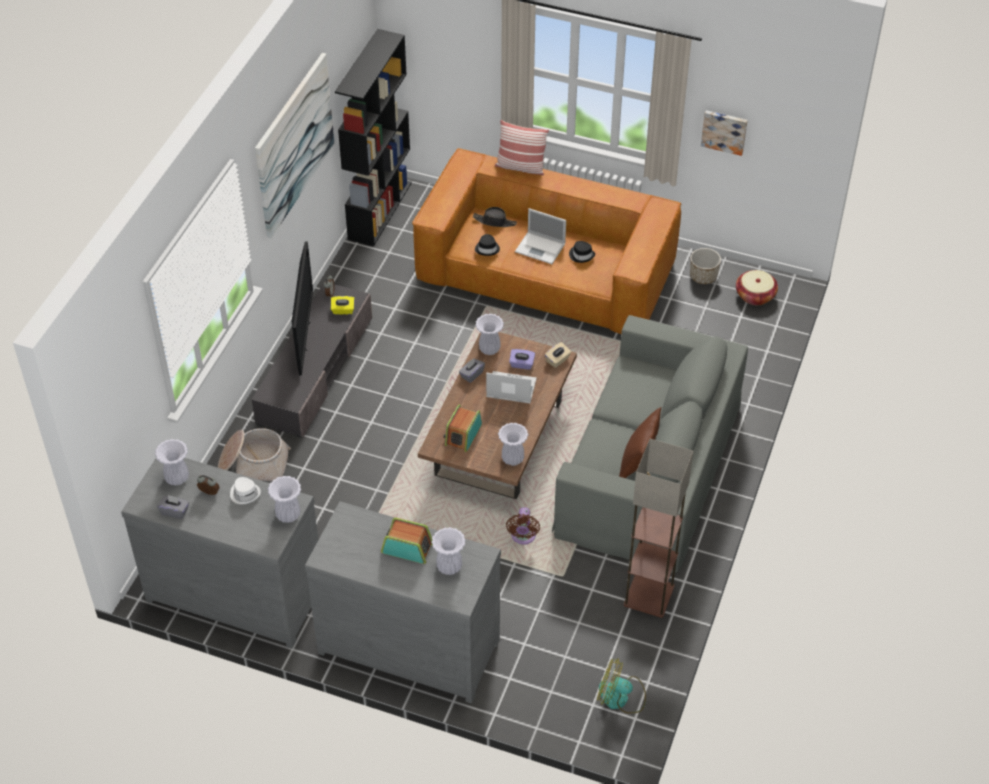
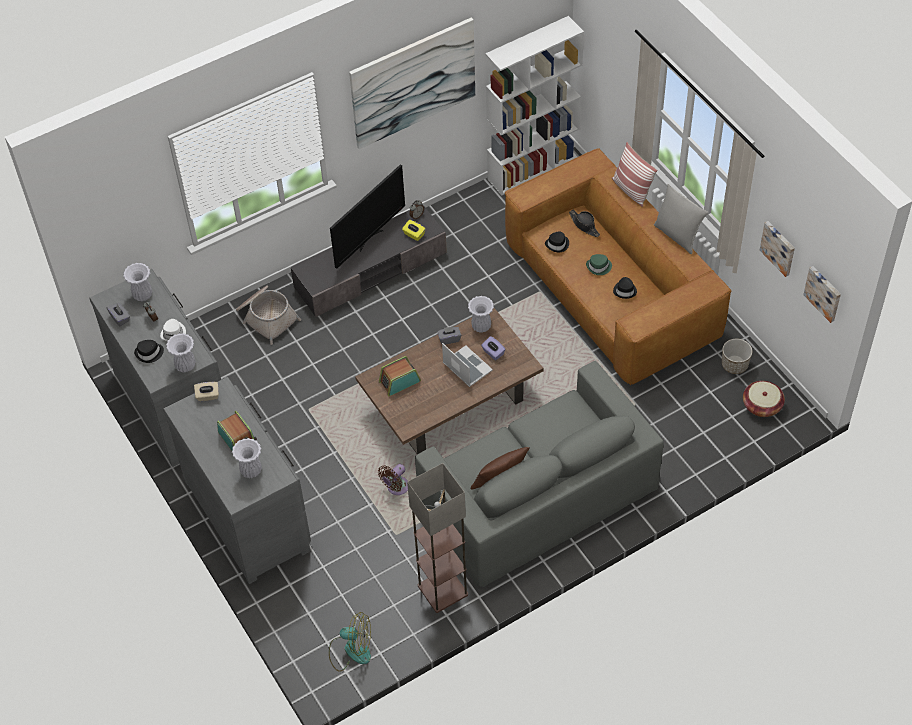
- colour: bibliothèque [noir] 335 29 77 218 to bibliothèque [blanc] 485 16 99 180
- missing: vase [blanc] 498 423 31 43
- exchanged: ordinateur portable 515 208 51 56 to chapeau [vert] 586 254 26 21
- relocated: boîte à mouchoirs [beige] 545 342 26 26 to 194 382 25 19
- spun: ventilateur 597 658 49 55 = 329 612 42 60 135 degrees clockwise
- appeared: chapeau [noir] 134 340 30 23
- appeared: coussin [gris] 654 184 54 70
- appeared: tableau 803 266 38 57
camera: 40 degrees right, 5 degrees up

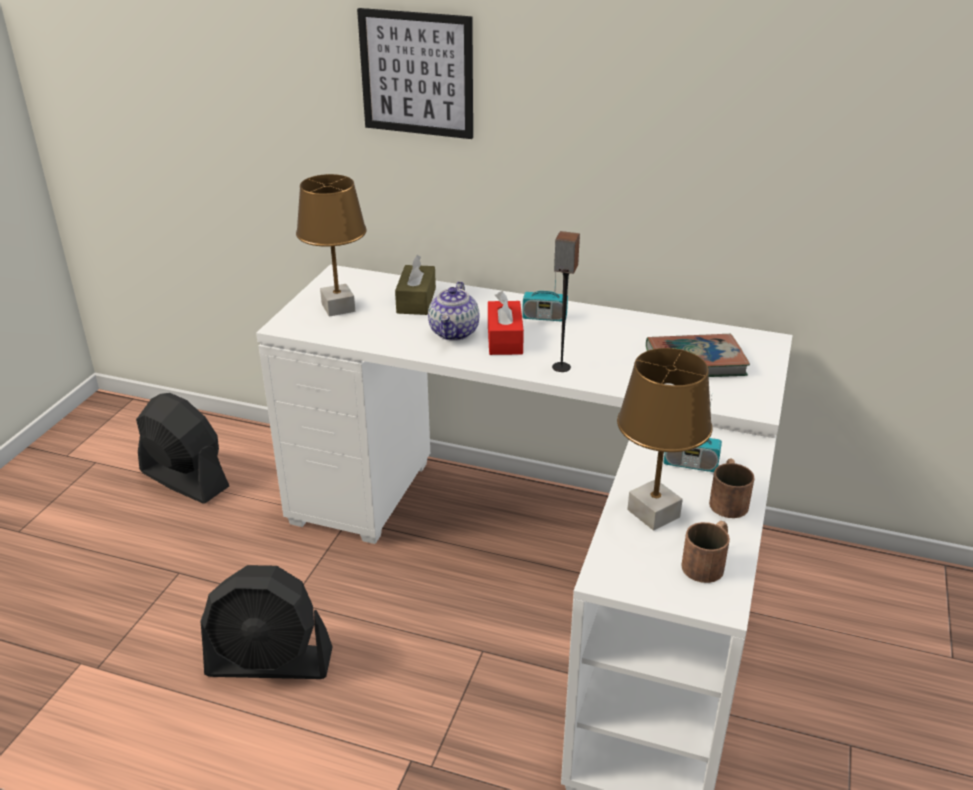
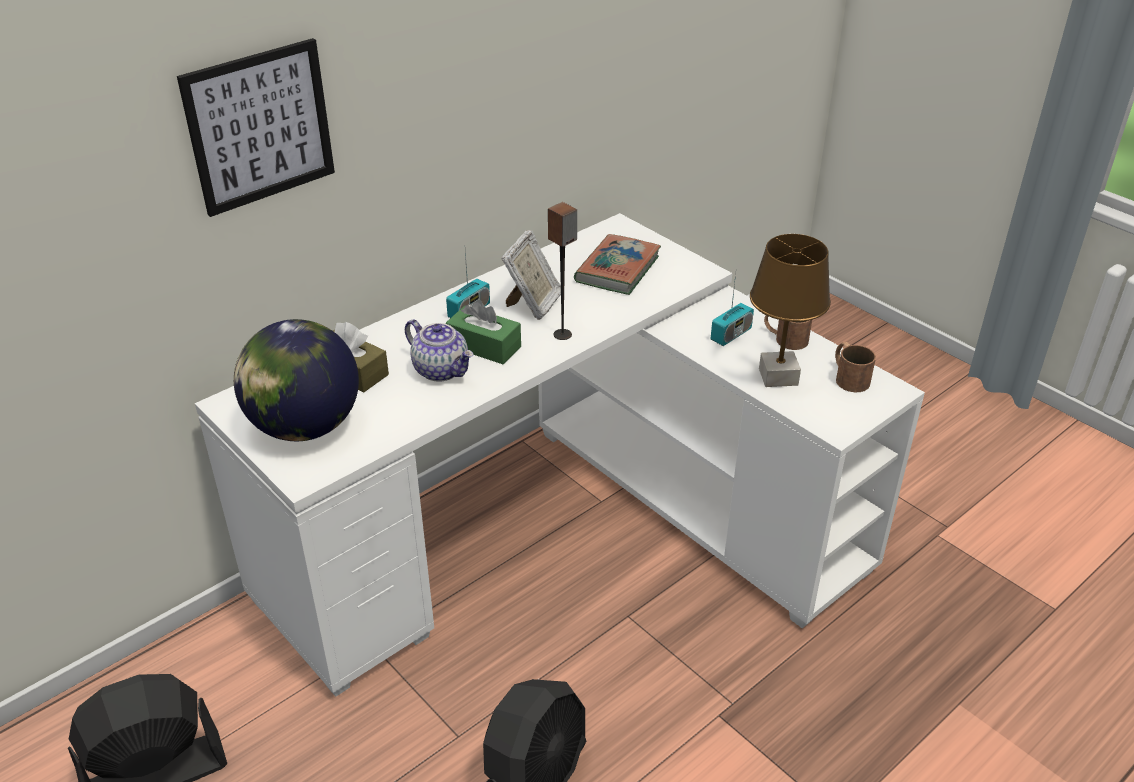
- exchanged: lampe de table [marron] 296 174 71 143 to globe 234 319 125 122
- colour: boîte à mouchoirs [rouge] 488 291 36 64 to boîte à mouchoirs [vert] 446 300 75 64
- appeared: cadre photo 502 230 59 90
camera: 60 degrees left, 5 degrees up

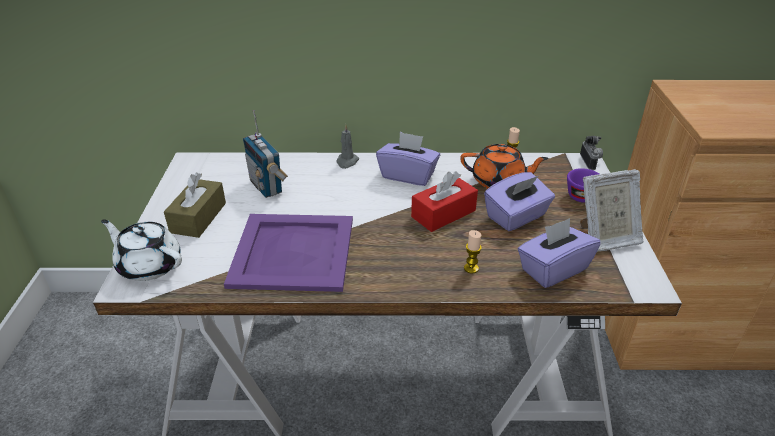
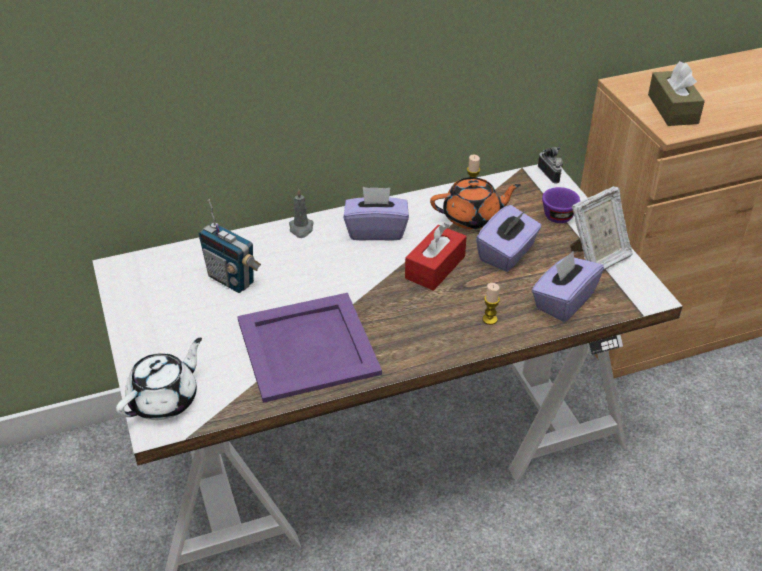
- spun: théière [blanc] 101 220 81 61 = 116 337 86 83 120 degrees clockwise
- relocated: boîte à mouchoirs [marron] 164 172 62 66 to 648 61 57 65
camera: 20 degrees left, 5 degrees up

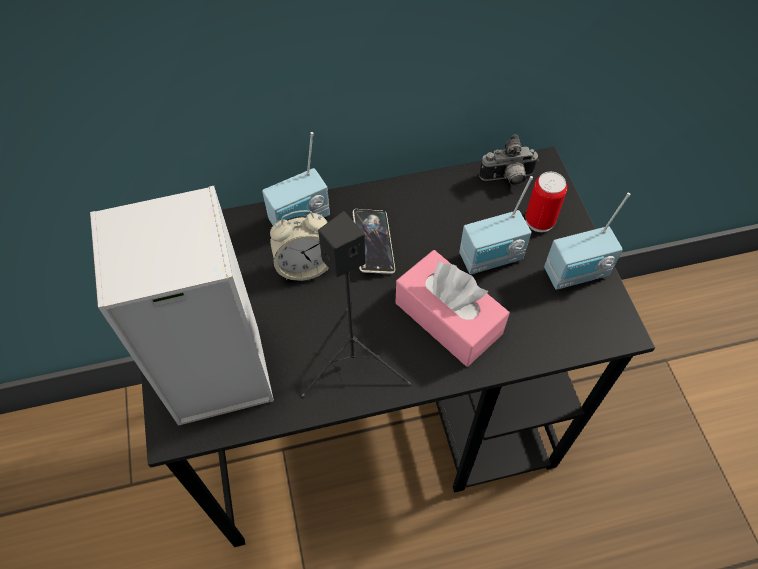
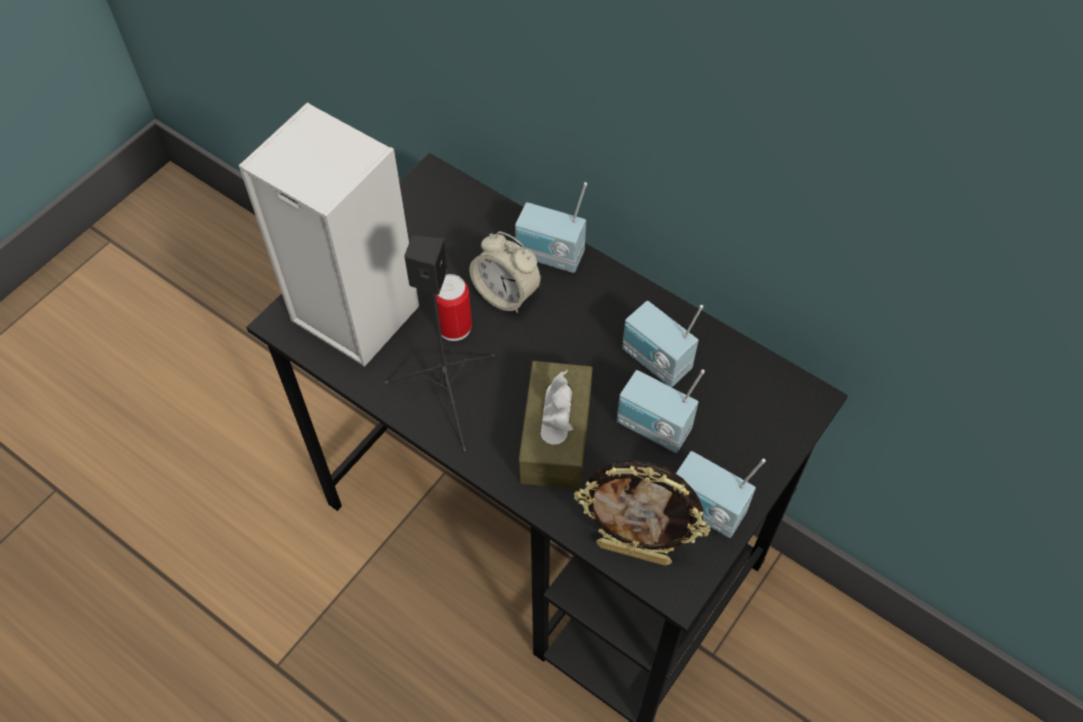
- missing: téléphone 353 209 42 65
- colour: boîte à mouchoirs [rose] 396 250 113 117 to boîte à mouchoirs [marron] 519 361 74 128
- missing: appareil photo 479 134 60 52
- relocated: boîte métallique 525 172 42 60 to 436 274 36 67
- appeared: cadre photo 574 460 136 106
- appeared: radio 622 301 82 86
camera: 50 degrees right, 0 degrees up

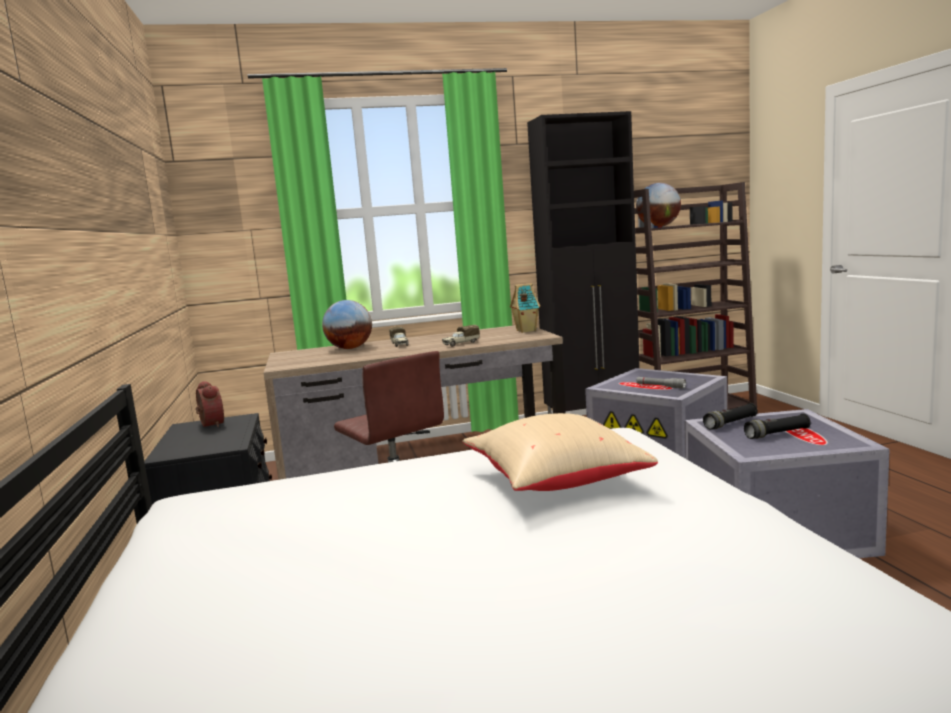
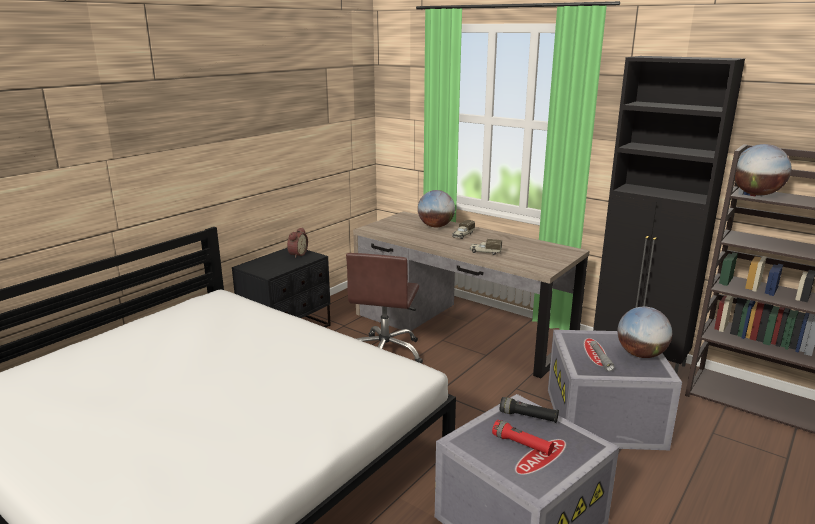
- missing: coussin [beige] 462 413 196 78
- missing: maison miniature 510 283 30 50
- colour: lampe de poche [noir] 744 414 67 25 to lampe de poche [rouge] 492 420 62 36
- appeared: globe 617 307 55 51
camera: 50 degrees right, 10 degrees up

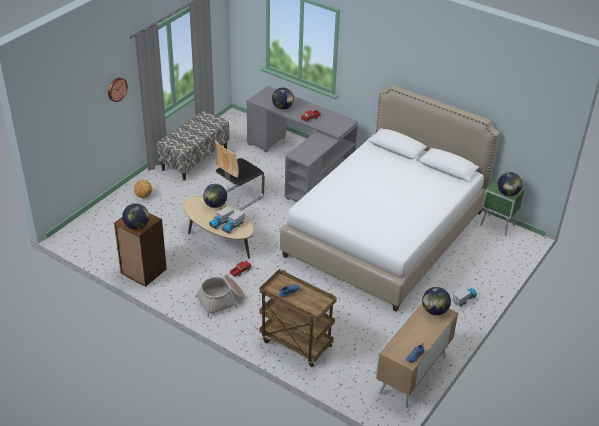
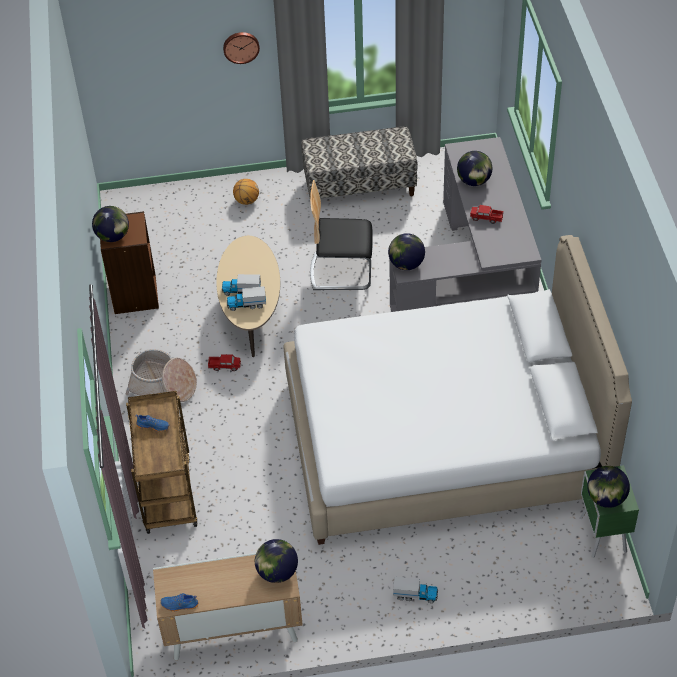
- relocated: globe 203 184 24 24 to 388 233 37 37
camera: 50 degrees right, 10 degrees up

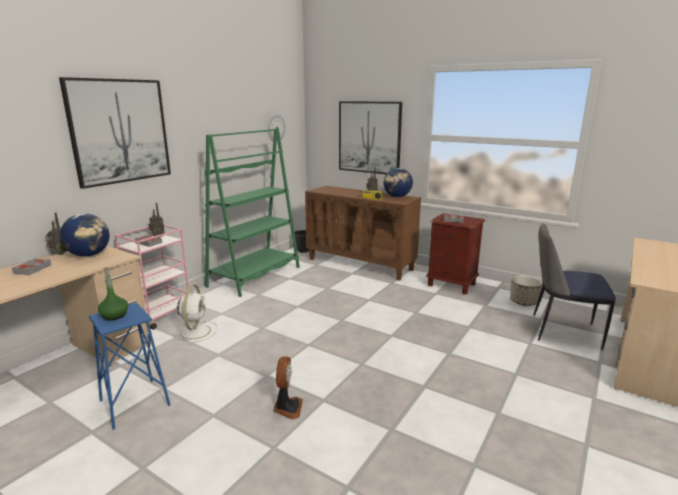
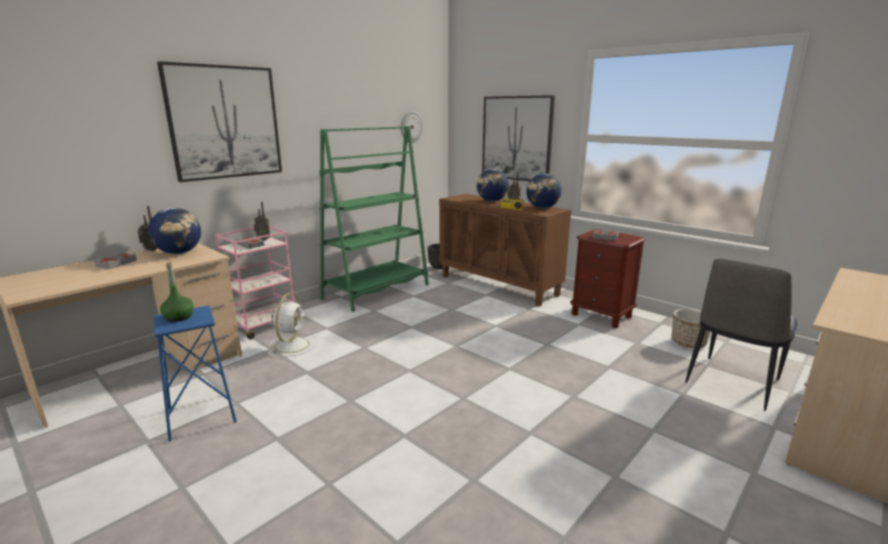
- missing: ventilateur 273 356 30 63
- spun: chaise 533 224 83 126 = 685 259 113 152 75 degrees counterclockwise
- appeared: globe 477 169 32 33
camera: 10 degrees right, 0 degrees up

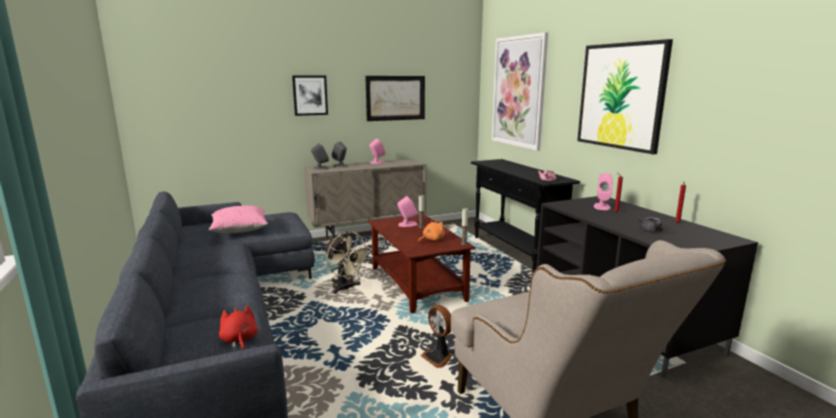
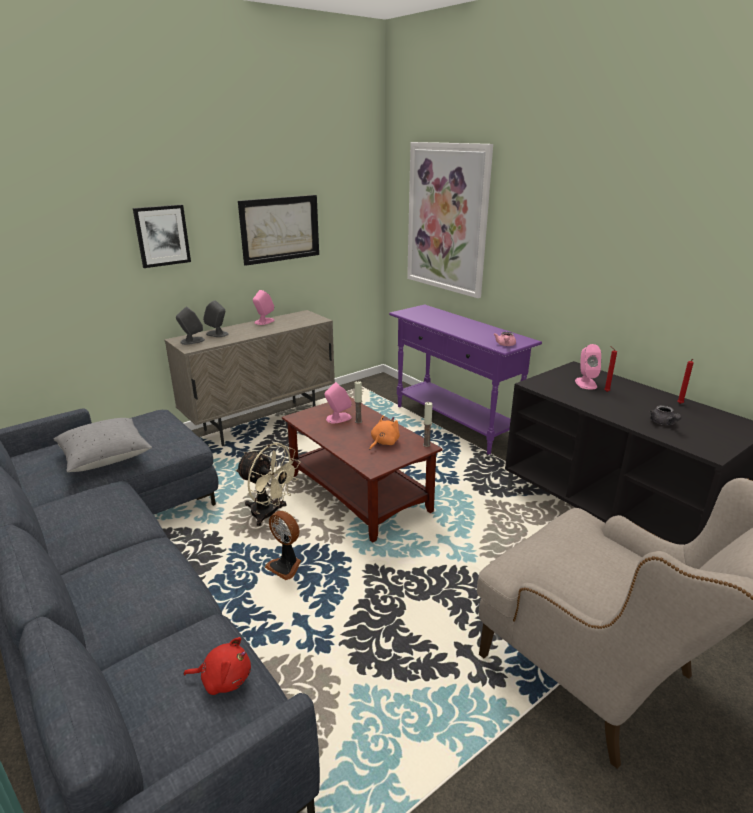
- colour: coussin [rose] 209 206 59 27 to coussin [gris] 54 418 98 54
- spun: peluche [rouge] 219 305 39 45 = 183 637 68 58 135 degrees clockwise
- relocated: ventilateur 421 305 32 63 to 265 511 36 69
- colour: table console [noir] 471 159 109 113 to table console [violet] 389 304 153 150
- missing: tableau 577 39 96 115
camera: 15 degrees left, 10 degrees up

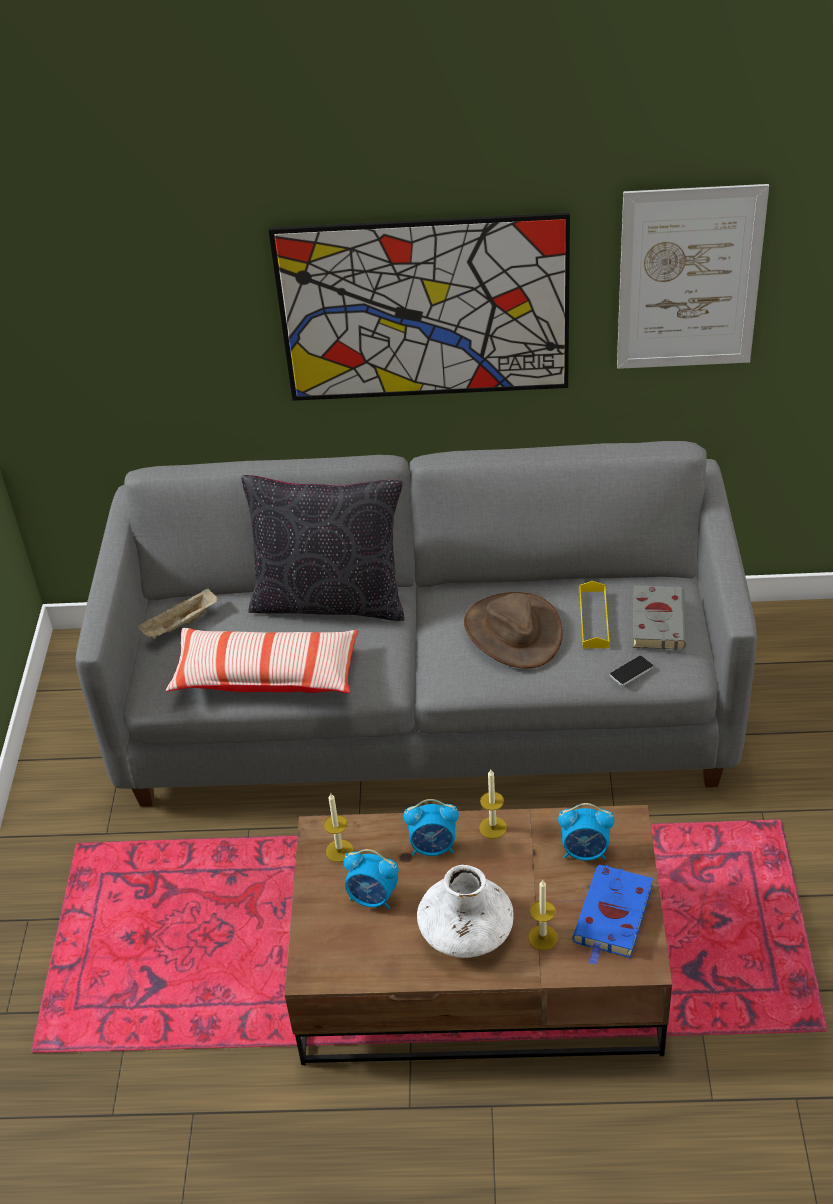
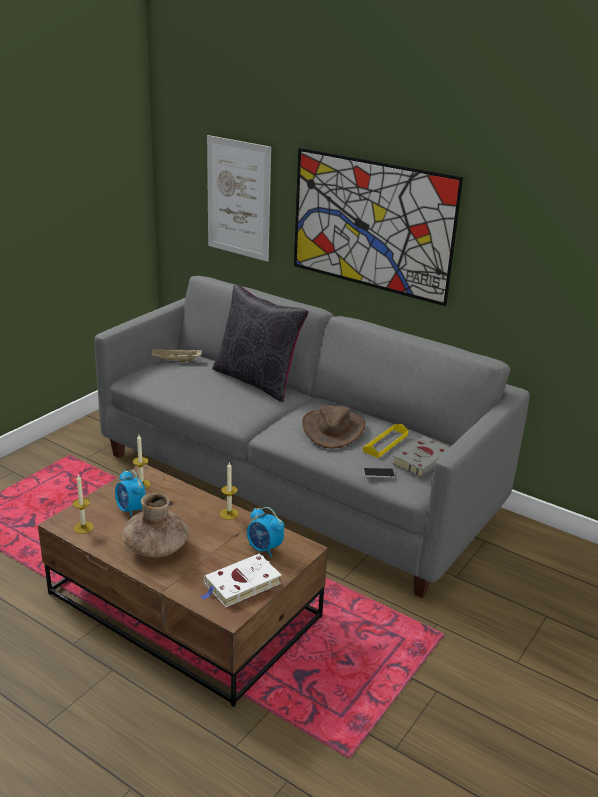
- missing: coussin 166 628 192 65
- missing: réveil 404 799 55 57
- colour: vase [blanc] 417 865 97 93 to vase [marron] 122 493 67 64
- relocated: bougie 528 880 30 70 to 73 474 21 60
- colour: livre [bleu] 572 865 81 101 to livre [blanc] 200 553 82 54
- relocated: tableau 617 184 152 185 to 207 135 64 127
camera: 30 degrees right, 15 degrees down

